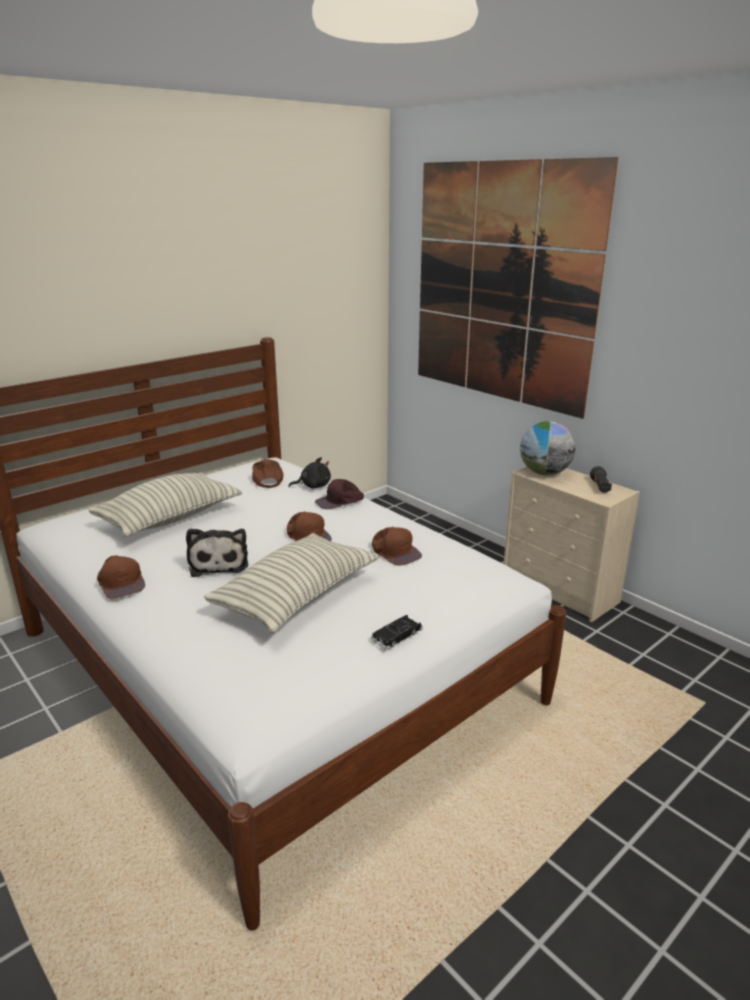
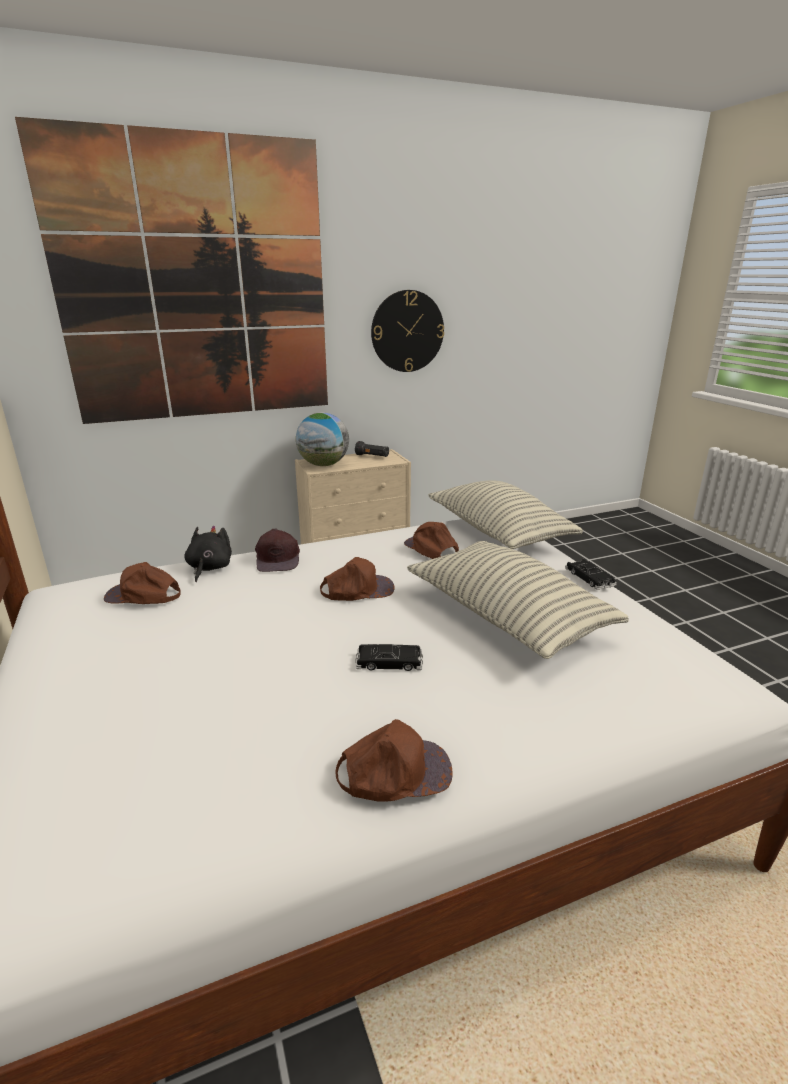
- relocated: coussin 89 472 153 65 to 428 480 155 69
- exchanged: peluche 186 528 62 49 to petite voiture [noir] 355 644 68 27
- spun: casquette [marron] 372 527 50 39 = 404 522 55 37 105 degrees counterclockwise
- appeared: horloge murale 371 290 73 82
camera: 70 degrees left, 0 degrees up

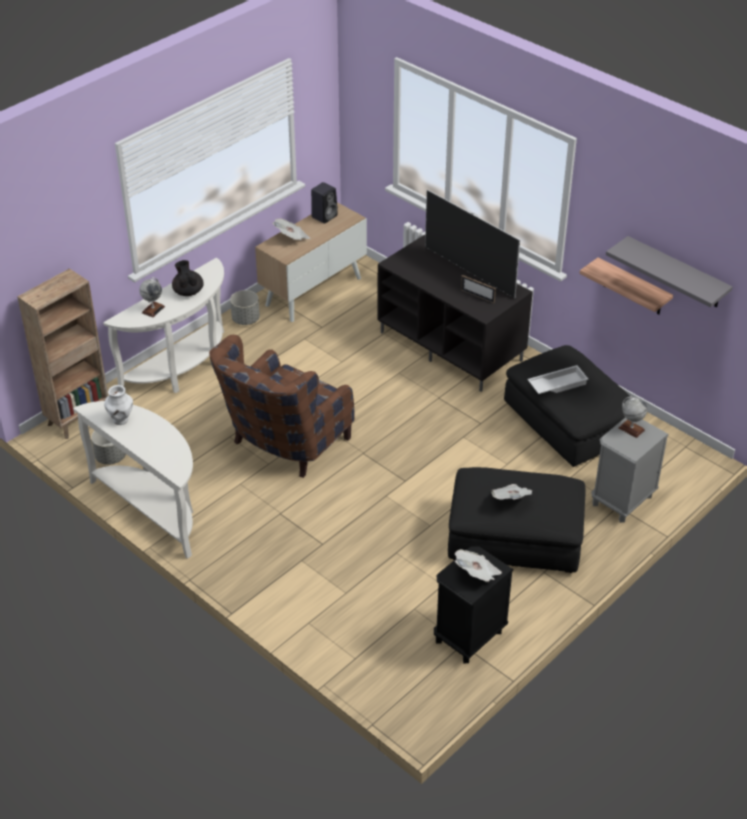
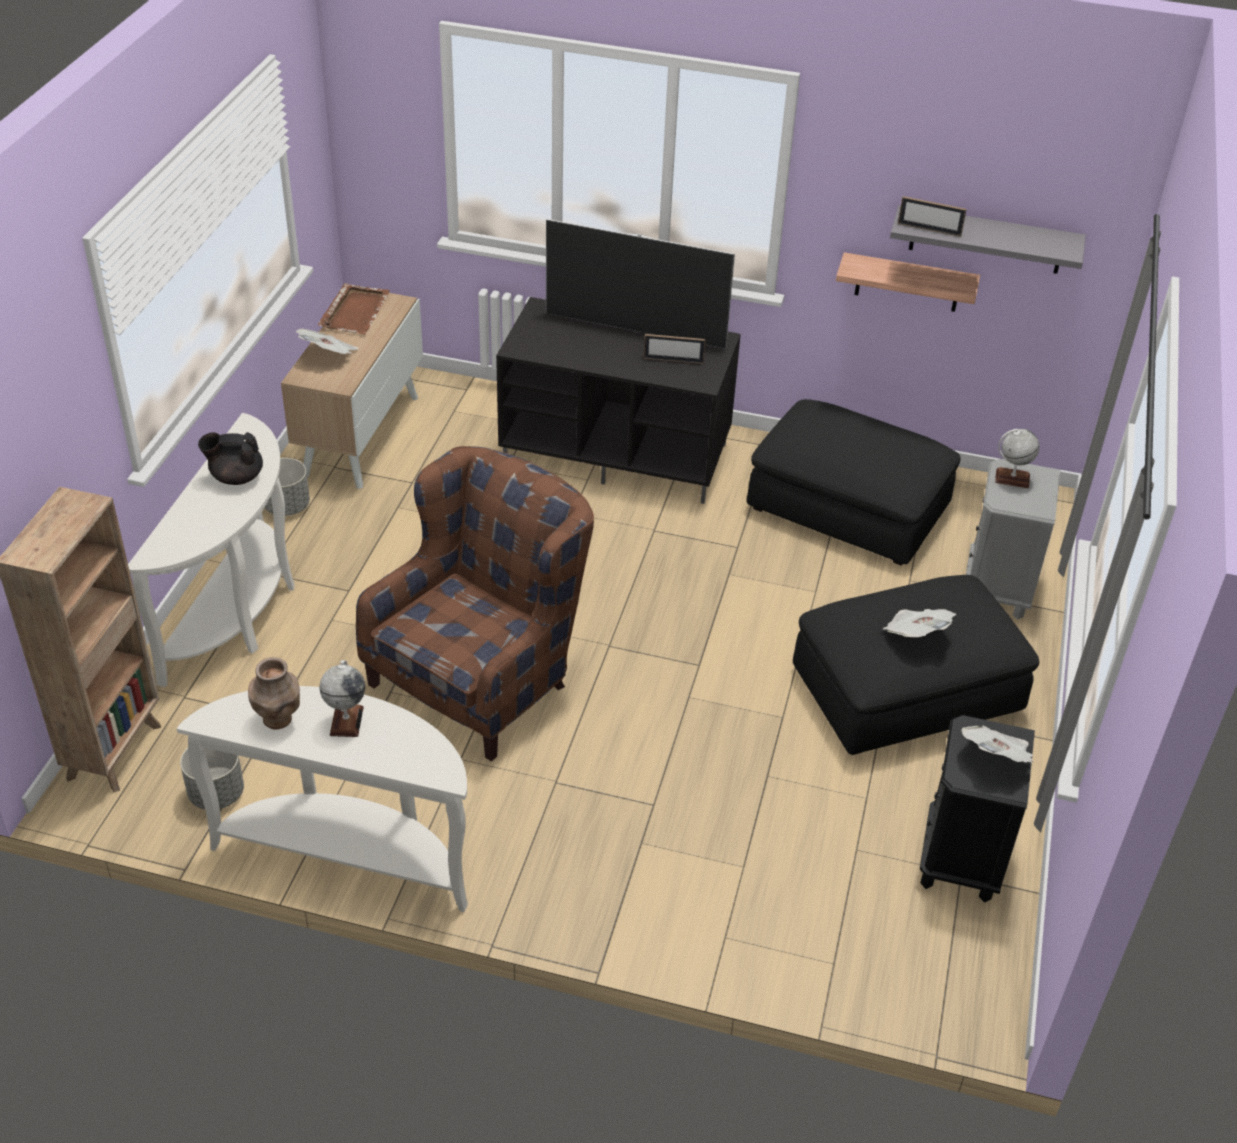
- colour: vase [blanc] 104 385 29 40 to vase [marron] 248 657 52 72
- relocated: globe 139 277 26 40 to 319 660 46 77
- spun: théière [noir] 172 260 32 36 = 198 432 65 53 45 degrees counterclockwise
- spun: fauteuil [marron] 209 335 146 143 = 356 446 238 316 150 degrees counterclockwise
- exchanged: enceinte [noir] 311 182 27 42 to plateau [marron] 318 283 72 52
- missing: plateau [blanc] 527 365 62 29
- appeared: cadre photo 898 196 69 41
camera: 30 degrees left, 0 degrees up

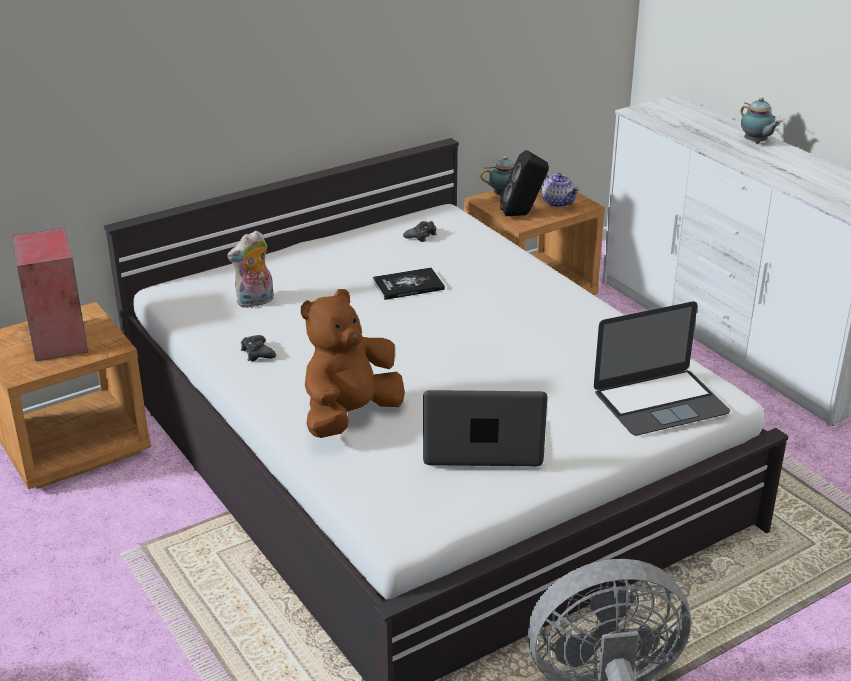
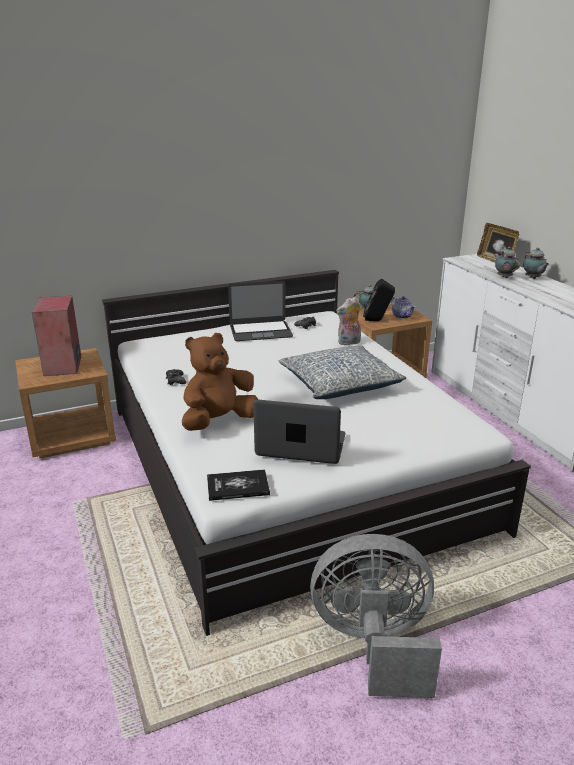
- relocated: peluche 227 231 47 77 to 336 297 25 48
- relocated: livre 372 267 73 33 to 207 469 63 32
- relocated: ordinateur portable 594 302 136 133 to 228 281 65 60
- appeared: coussin 278 345 128 54
- appeared: cadre photo 477 223 42 39
- appeared: théière 494 247 26 31
camera: 10 degrees right, 5 degrees down

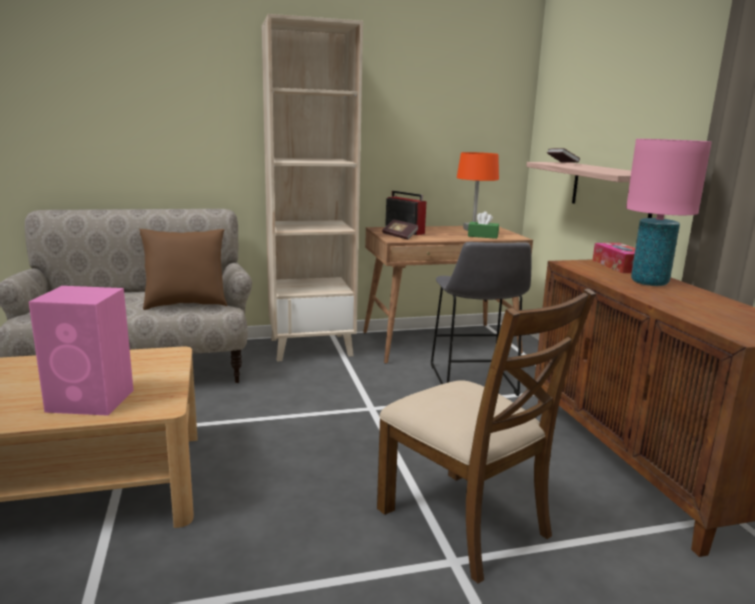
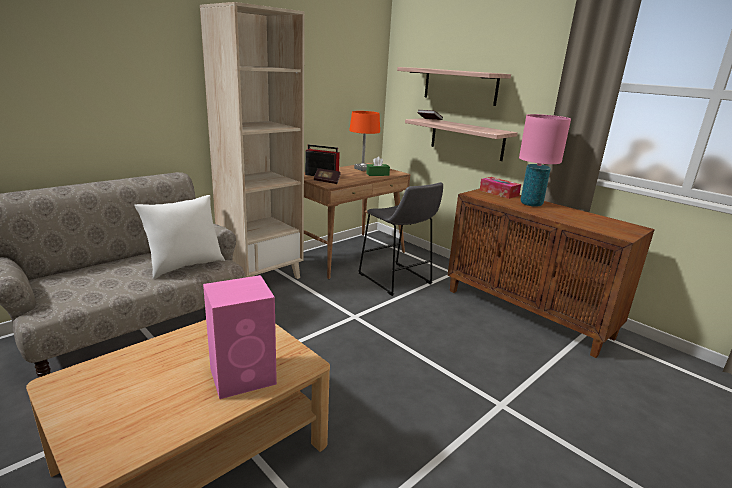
- colour: coussin [marron] 139 229 88 81 to coussin [blanc] 134 195 91 84
- missing: chaise [marron] 377 288 219 296
- appeared: étagère 397 67 114 39
camera: 30 degrees left, 5 degrees up

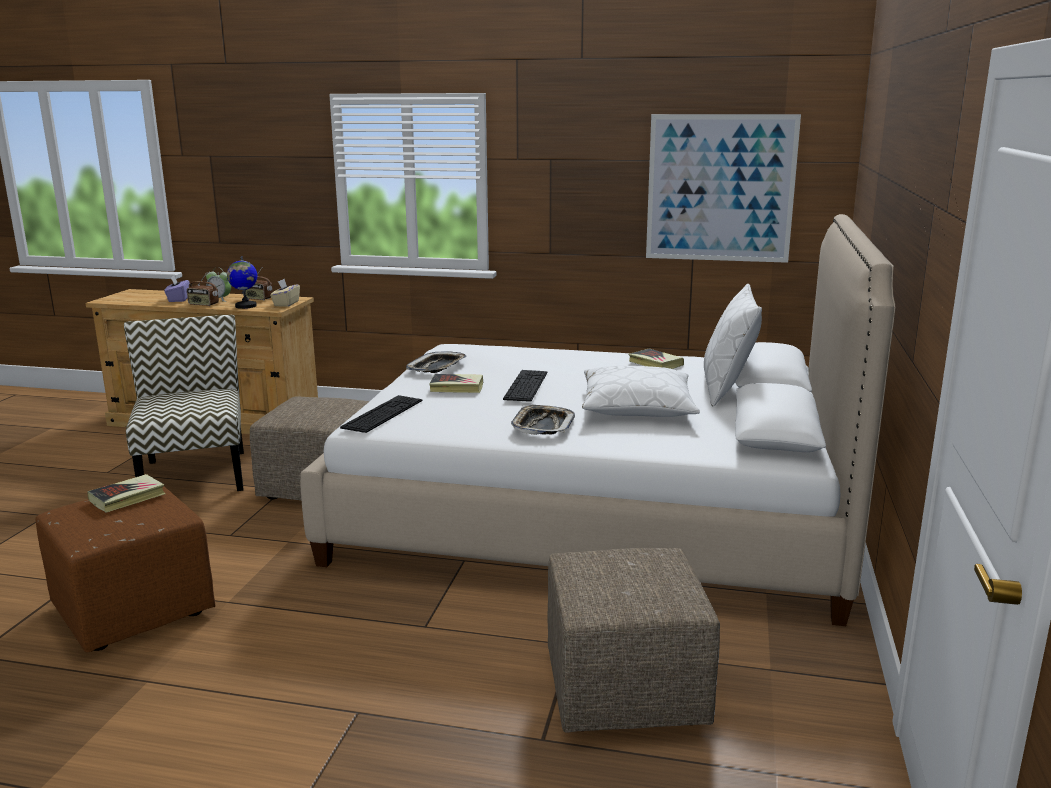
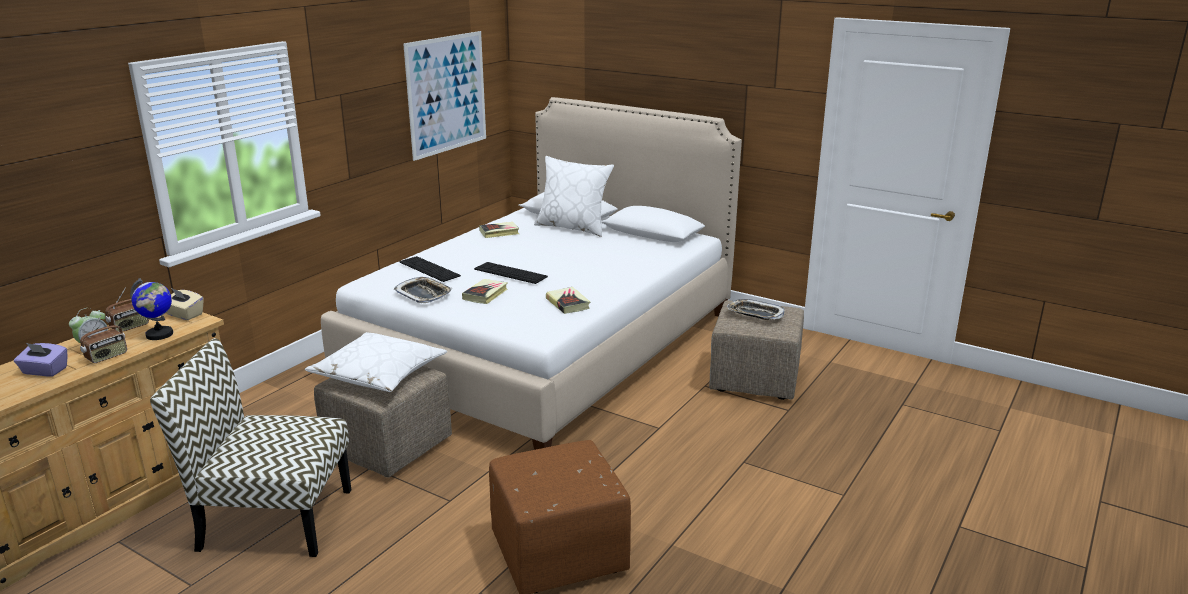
- relocated: livre 87 474 79 39 to 546 287 44 27
- relocated: clavier 340 395 83 38 to 399 256 62 26
- relocated: plateau 511 405 64 30 to 727 299 58 21
- relocated: coussin [blanc] 582 366 118 51 to 305 332 142 60
camera: 70 degrees left, 5 degrees up

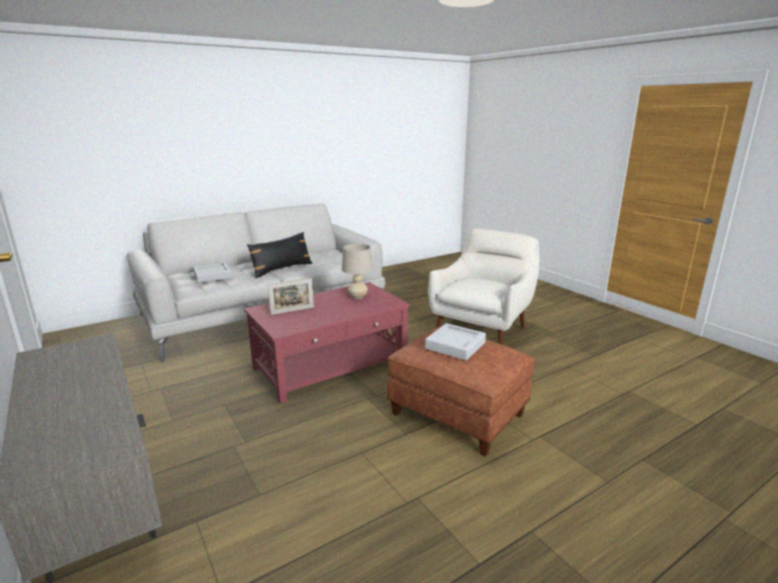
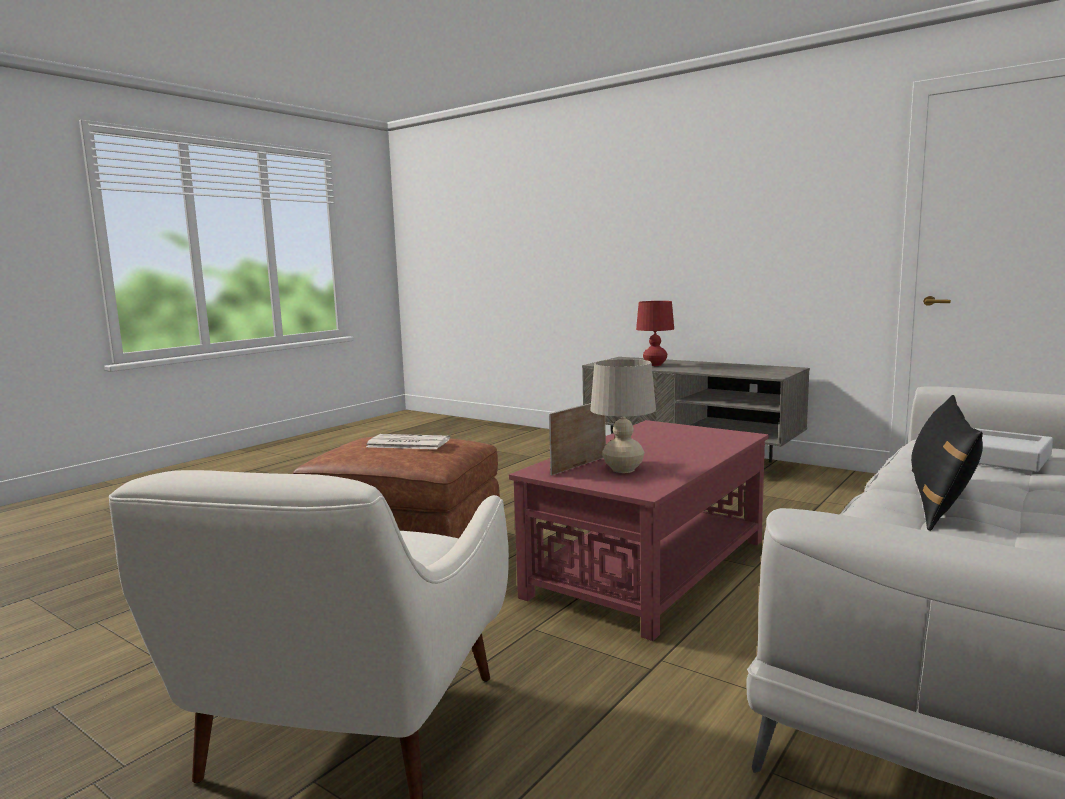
- relocated: cadre photo 268 278 46 37 to 549 403 57 73
- exchanged: plateau [gris] 425 323 61 37 to journal 366 434 84 15
- appeared: lampe de table [rouge] 636 301 38 65
camera: 160 degrees right, 10 degrees down

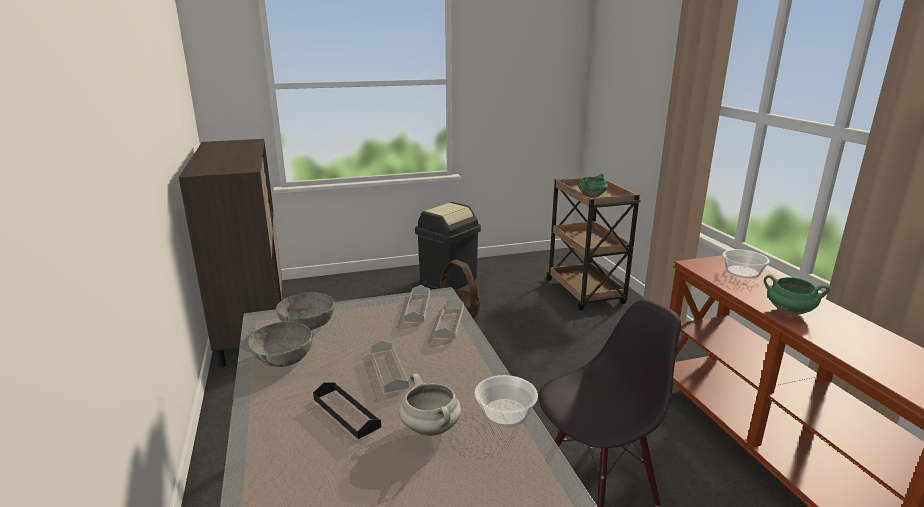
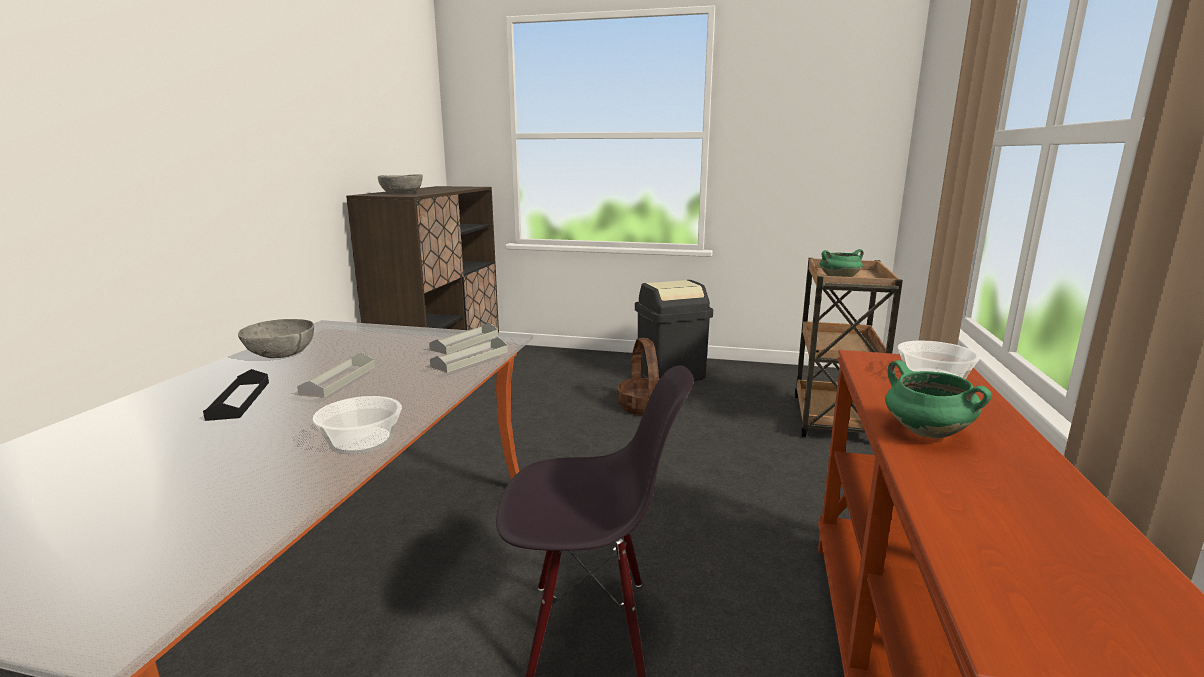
- relocated: bol [gris] 276 292 58 38 to 378 174 45 20
- missing: marmite [blanc] 399 374 62 62
camera: 30 degrees right, 5 degrees down

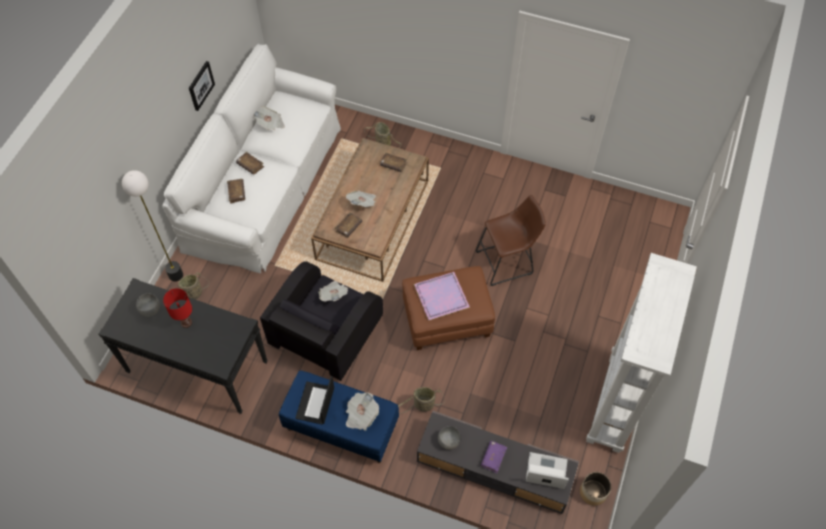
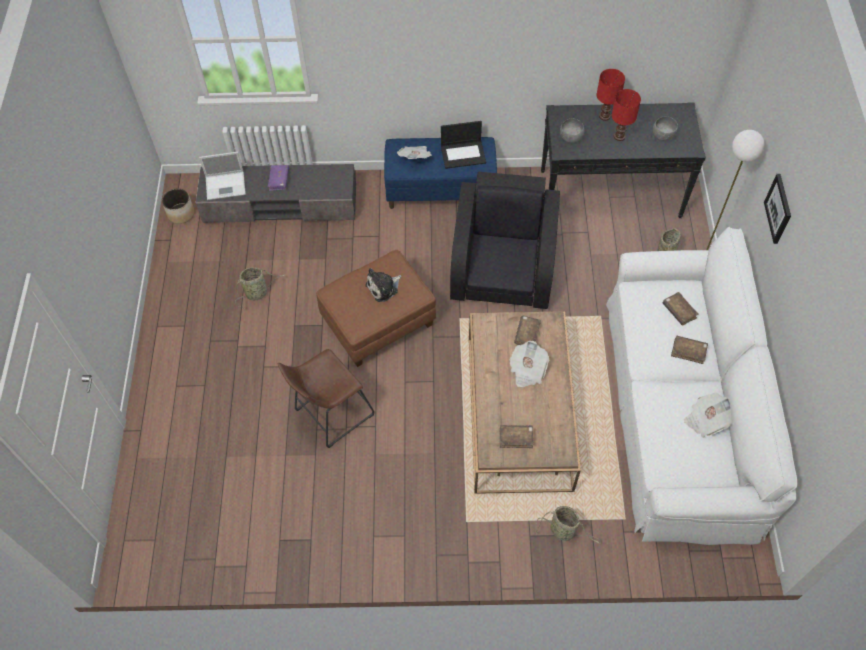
- relocated: tableau 189 61 26 50 to 764 174 27 70
- spun: ordinateur portable 295 376 39 49 = 441 121 45 48 90 degrees clockwise
- missing: journal 319 281 29 21
- relocated: panier 398 387 46 27 to 235 267 50 42
- exchanged: plateau [violet] 414 272 56 48 to peluche 365 268 36 34
- relocated: bol [gris] 438 426 23 24 to 560 119 24 24
- missing: bibliothèque [blanc] 586 253 111 200
- appeared: lampe de table [rouge] 597 69 28 52
camera: 160 degrees right, 0 degrees up

